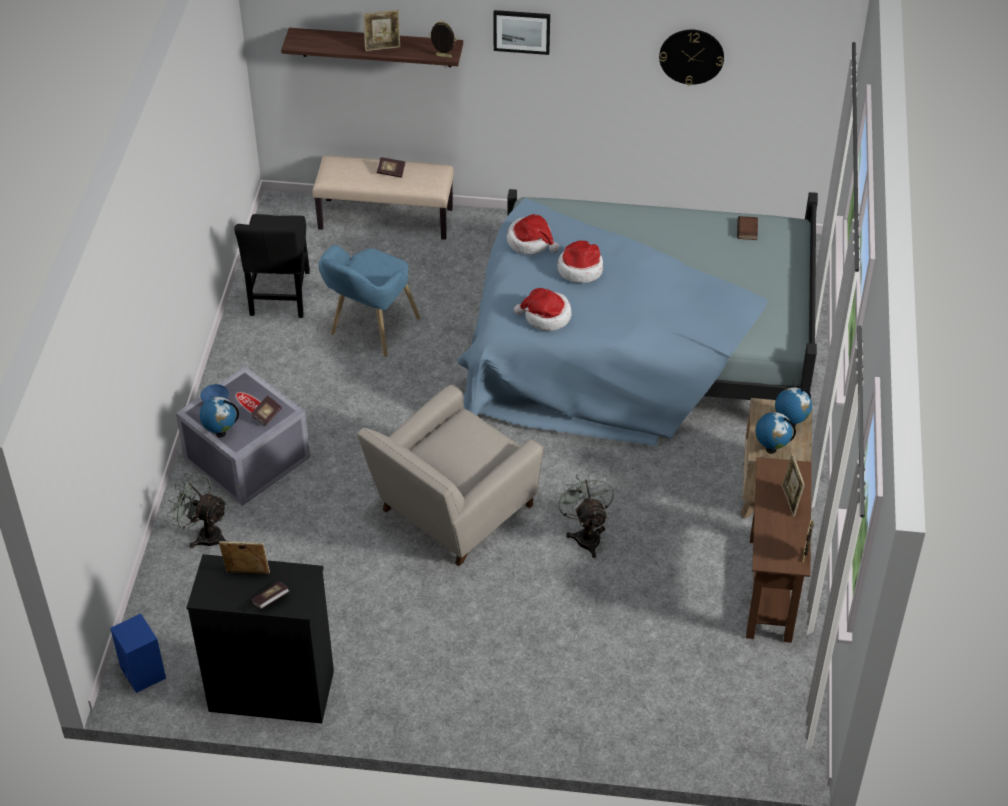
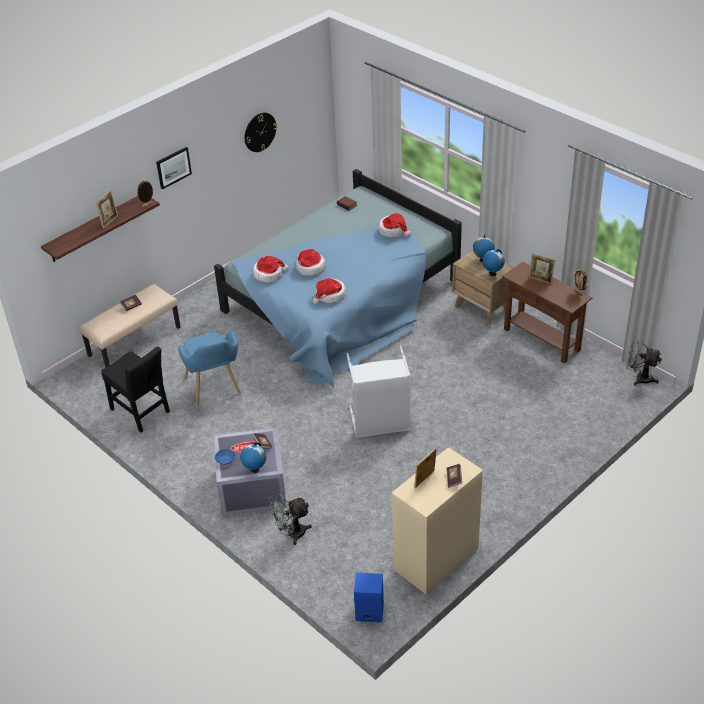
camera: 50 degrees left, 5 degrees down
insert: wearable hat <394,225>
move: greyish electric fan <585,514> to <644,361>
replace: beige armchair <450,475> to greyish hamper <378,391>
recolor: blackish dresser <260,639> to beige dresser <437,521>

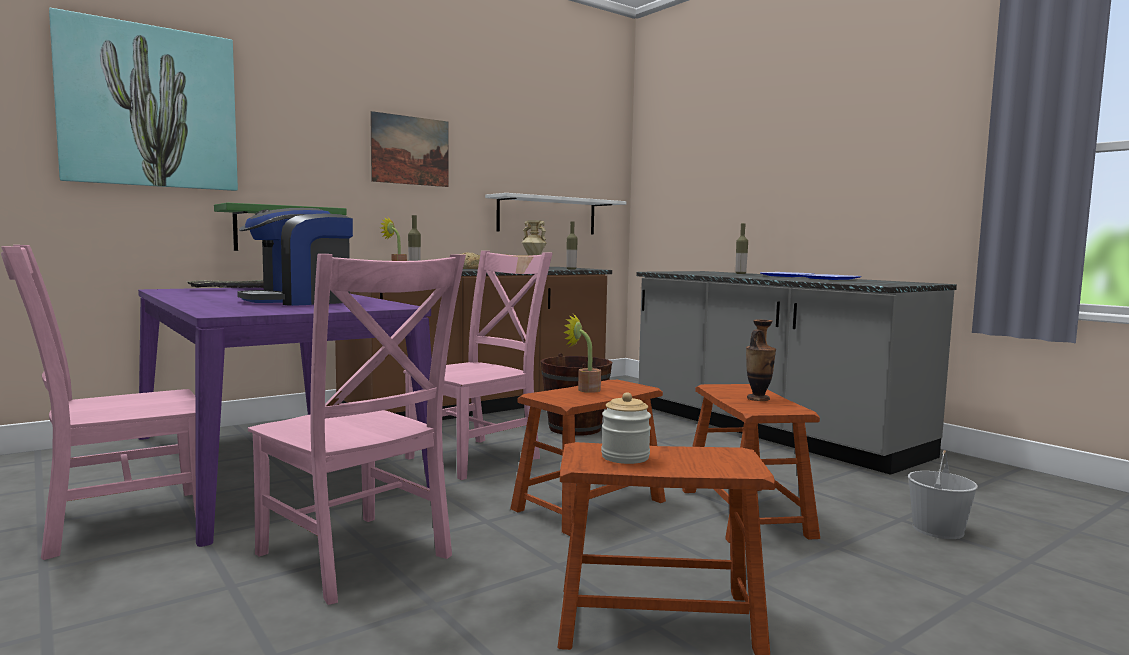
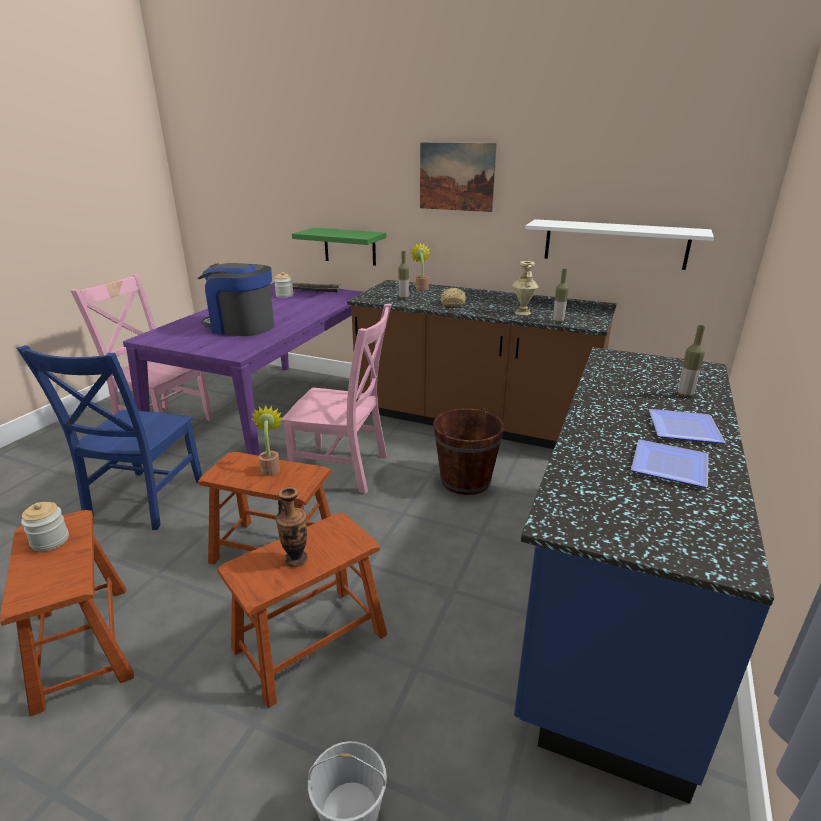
camera: 60 degrees right, 20 degrees up
delete: wall picture <143,99>
insert: storage jar <284,285>
recolor: pink-coloured plain chair <357,429> to bluish plain chair <109,437>; greyish counter <796,373> to bluish counter <644,575>

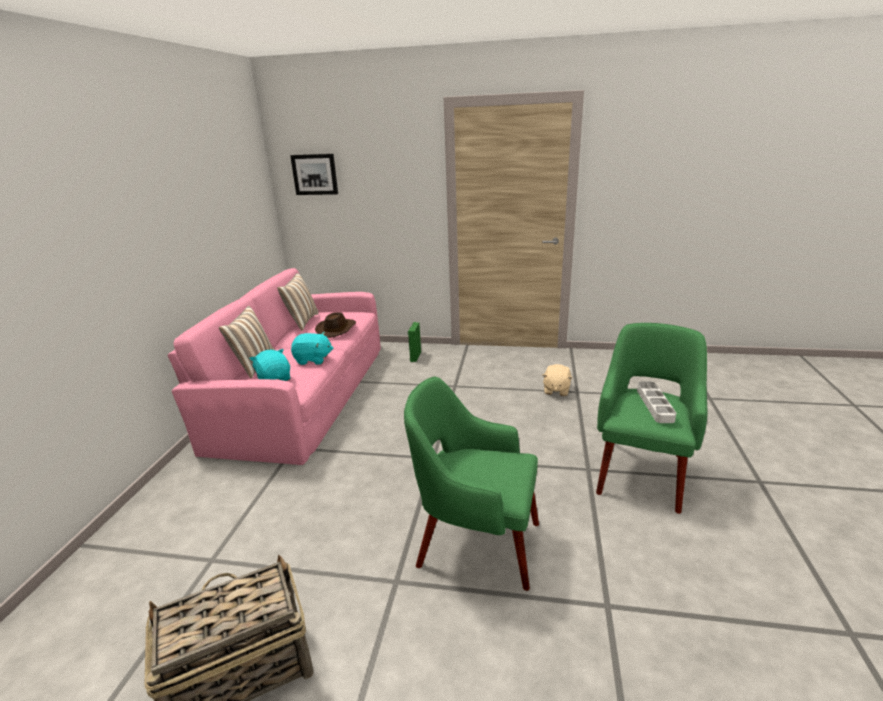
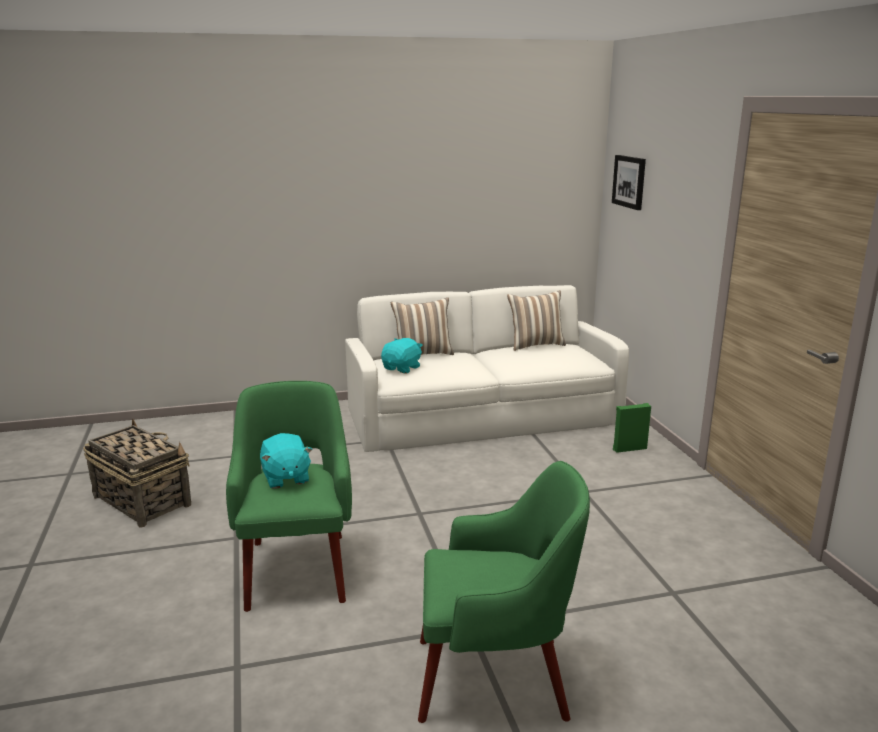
camera: 65 degrees right, 5 degrees down
delete: brown wearable hat <335,325>; beige cuddly toy <557,380>; greyish tray <656,402>
move: turquoise-coloured cuddly toy <312,348> to <286,461>
recolor: pink-coloured sofa <274,366> to white-coloured sofa <487,368>

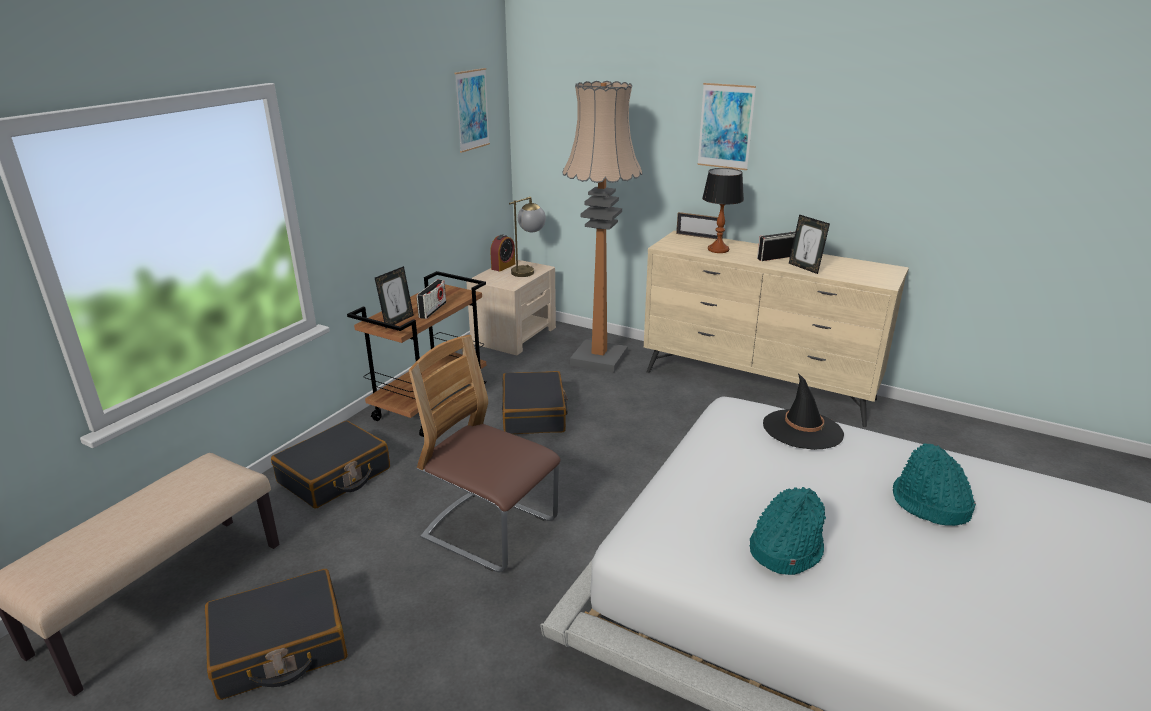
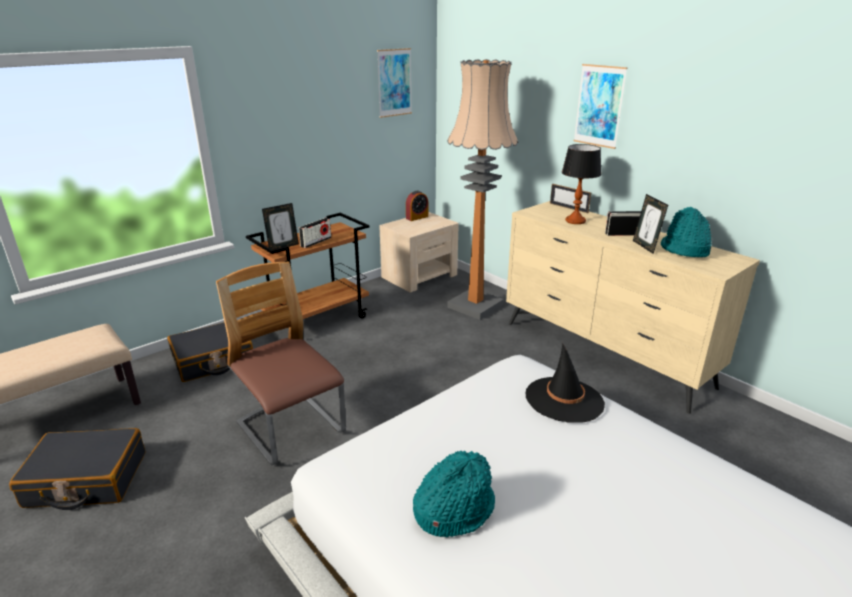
camera: 20 degrees right, 0 degrees up
delete: blackish travel case <535,402>; lamp for a table <527,237>
move: turquoise-coloured wearable hat <934,484> to <686,232>

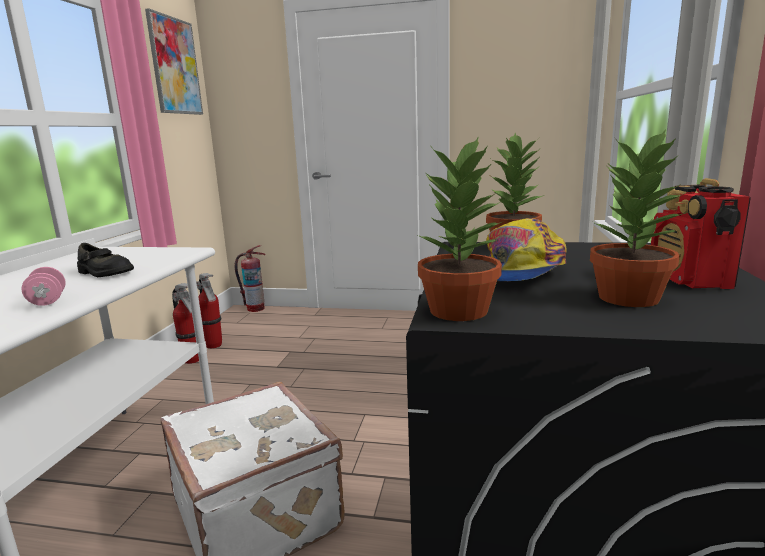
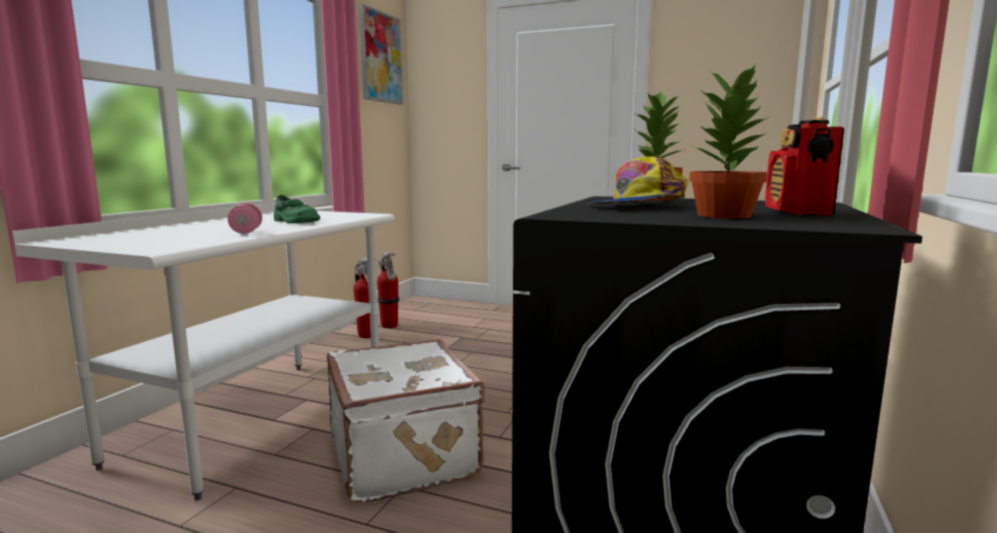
camera: 10 degrees right, 5 degrees down
delete: fire-fighting cylinder <249,278>; potted plant <461,228>
recolor: blackish shoe <105,260> to green shoe <297,209>

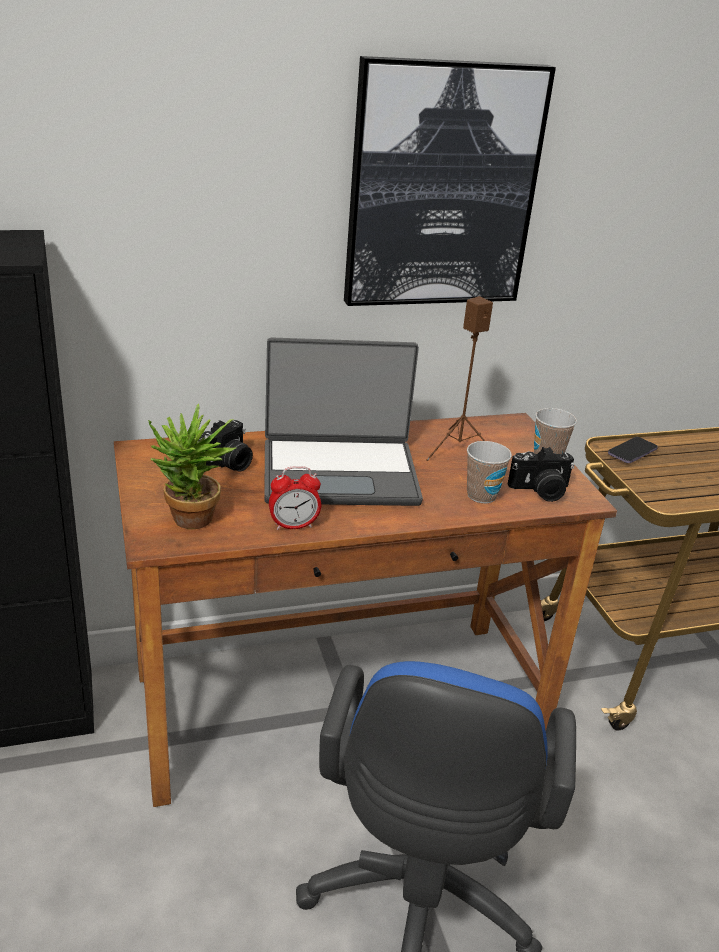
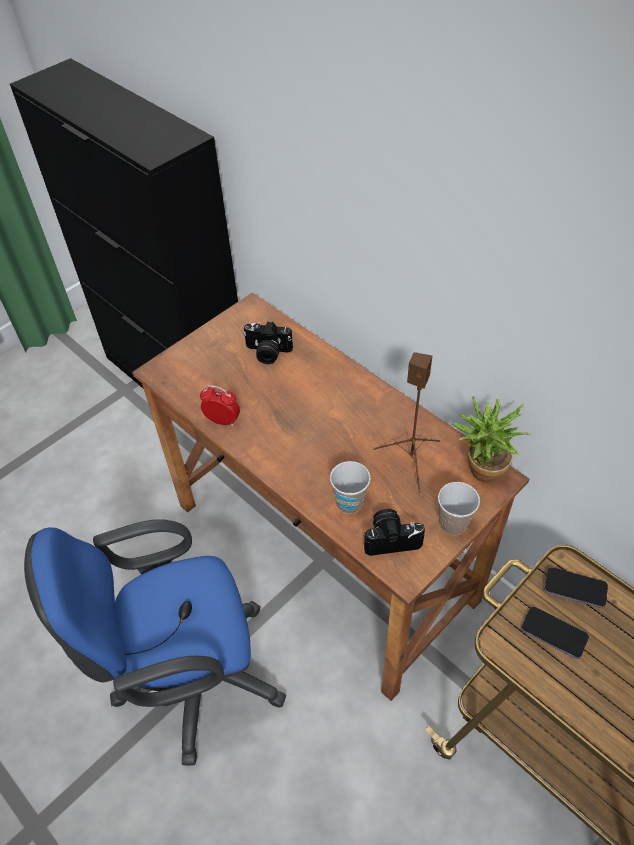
camera: 65 degrees right, 20 degrees up
delete: notebook computer <343,421>; wall picture <450,181>
insert: telephone <555,633>
move: potted plant <192,466> to <491,439>
rotate: alarm clock <295,498> = <220,406> 150 degrees clockwise; photo camera <541,474> = <394,532> 120 degrees clockwise

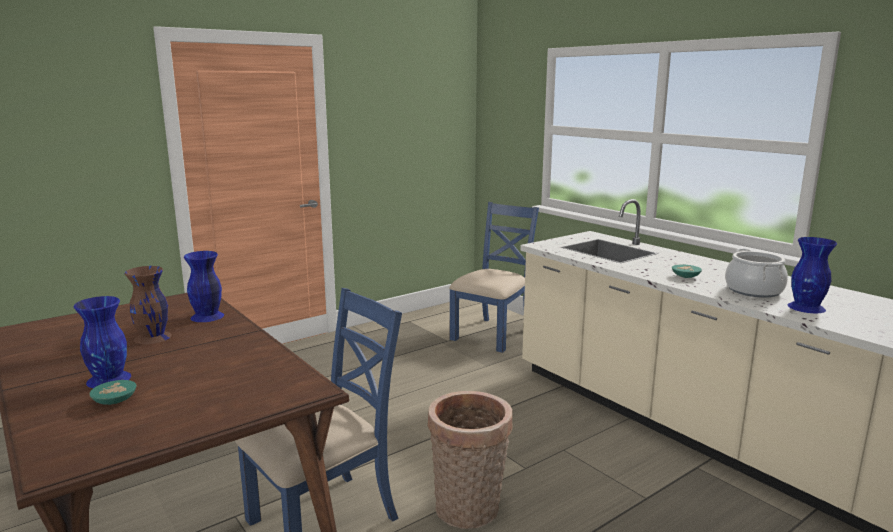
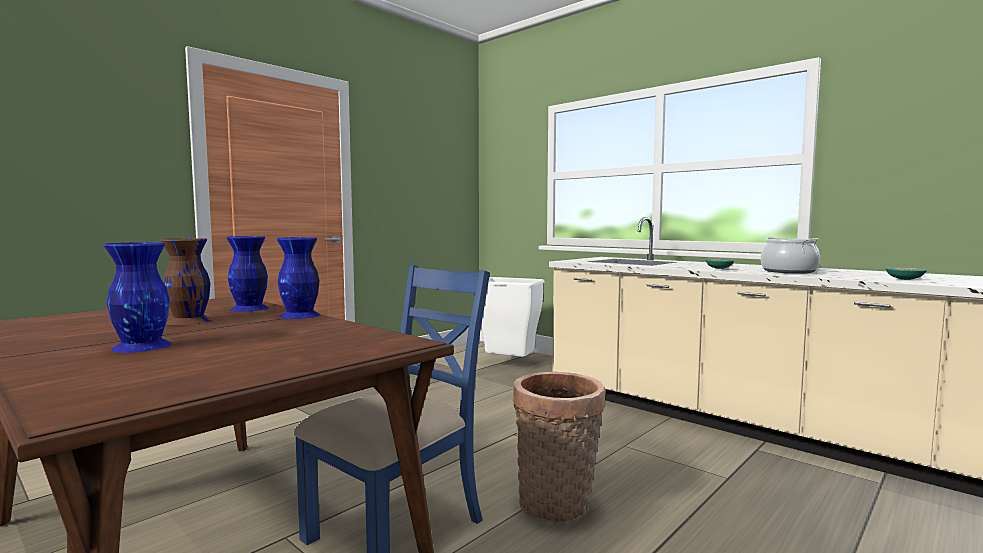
camera: 10 degrees left, 10 degrees down
move: bluish decorative vase <812,275> to <298,278>; turquoise-coloured bowl <112,392> to <906,274>
replace: bluish plain chair <494,277> to white-coloured rubbish bin <513,317>

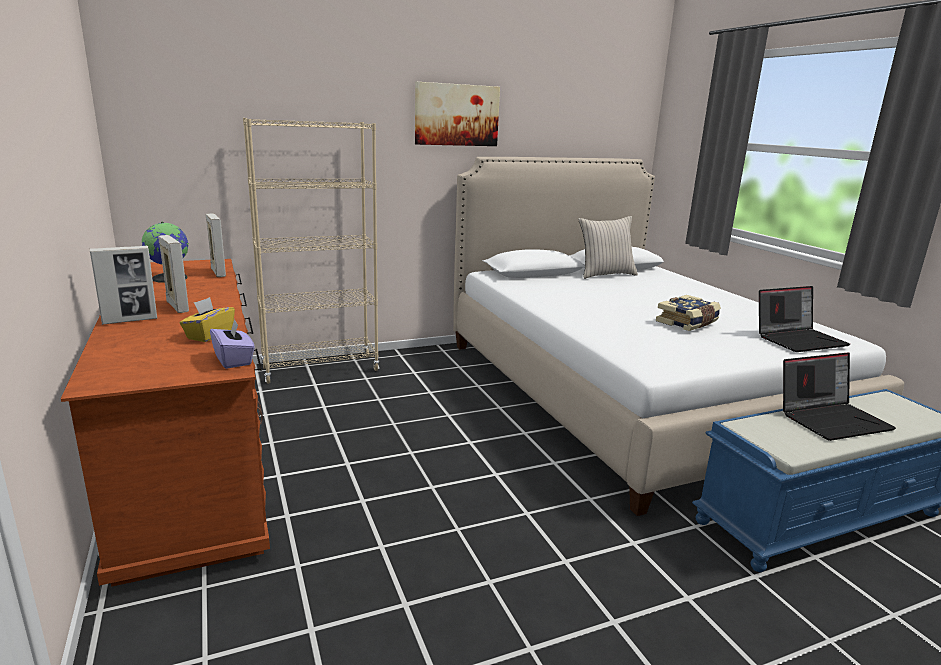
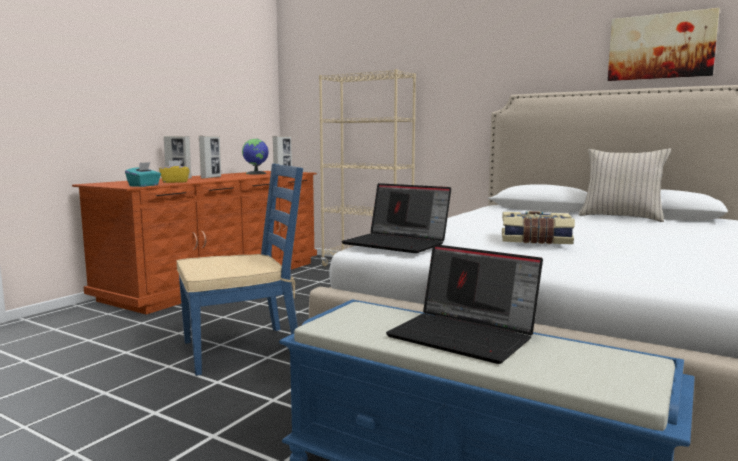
camera: 55 degrees right, 10 degrees down
insert: bluish plain chair <239,269>
move: notebook computer <804,319> to <396,218>; wall picture <457,114> to <664,44>
recolor: purple-coloured tissue holder <232,344> to turquoise-coloured tissue holder <143,174>

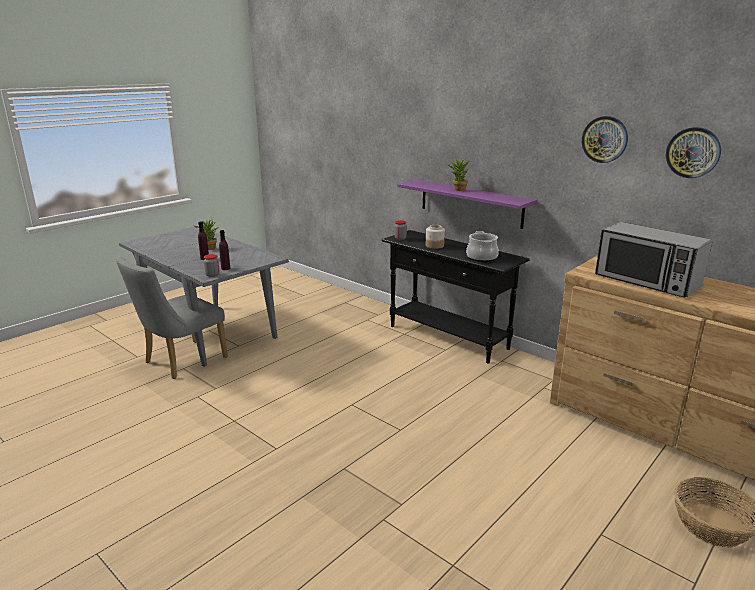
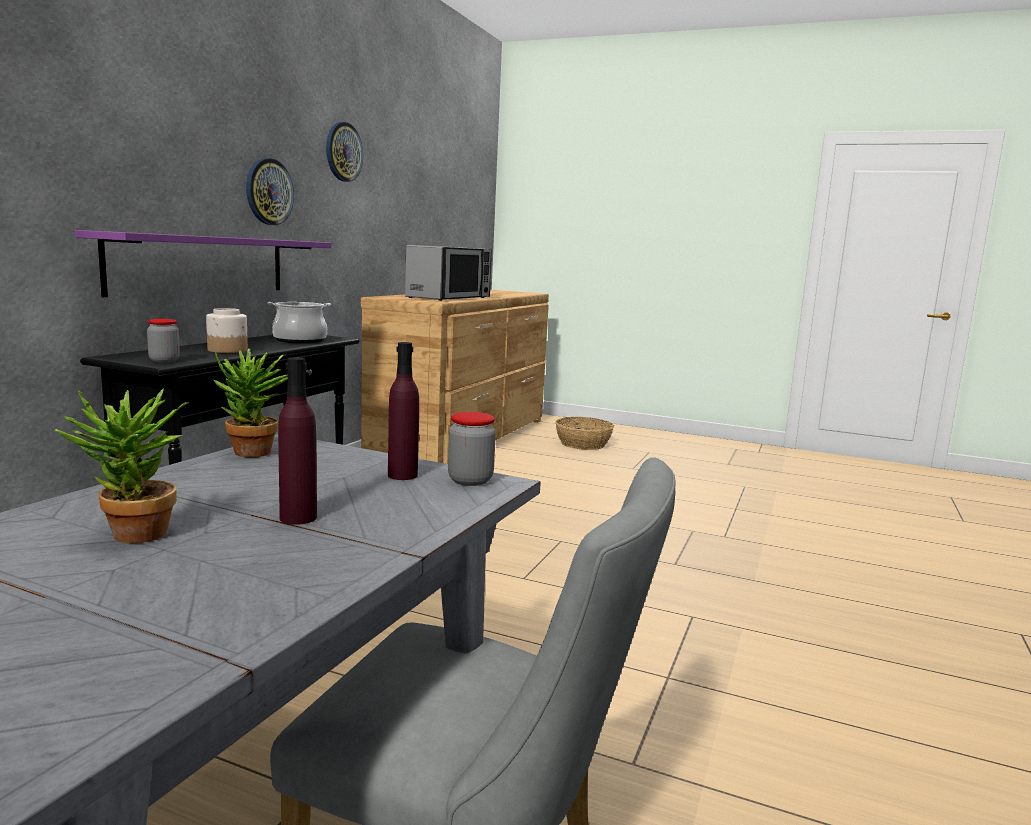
camera: 110 degrees left, 10 degrees down
move: potted plant <458,175> to <250,403>; wall clock <693,152> to <270,191>

